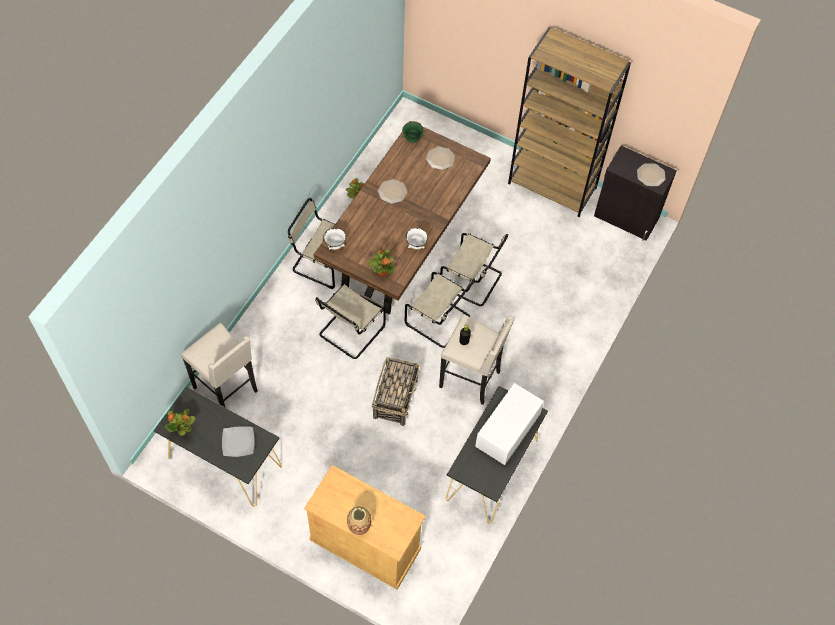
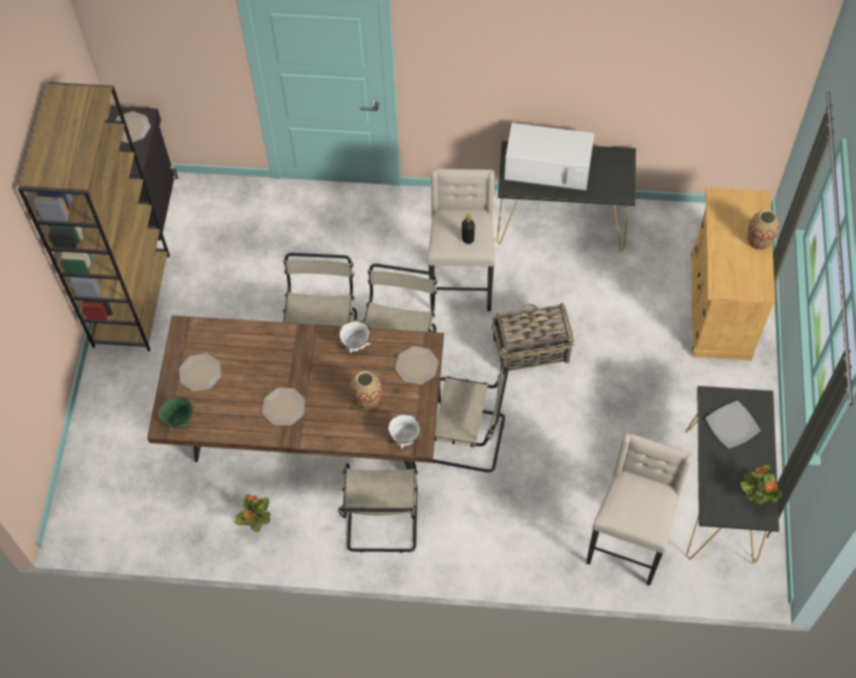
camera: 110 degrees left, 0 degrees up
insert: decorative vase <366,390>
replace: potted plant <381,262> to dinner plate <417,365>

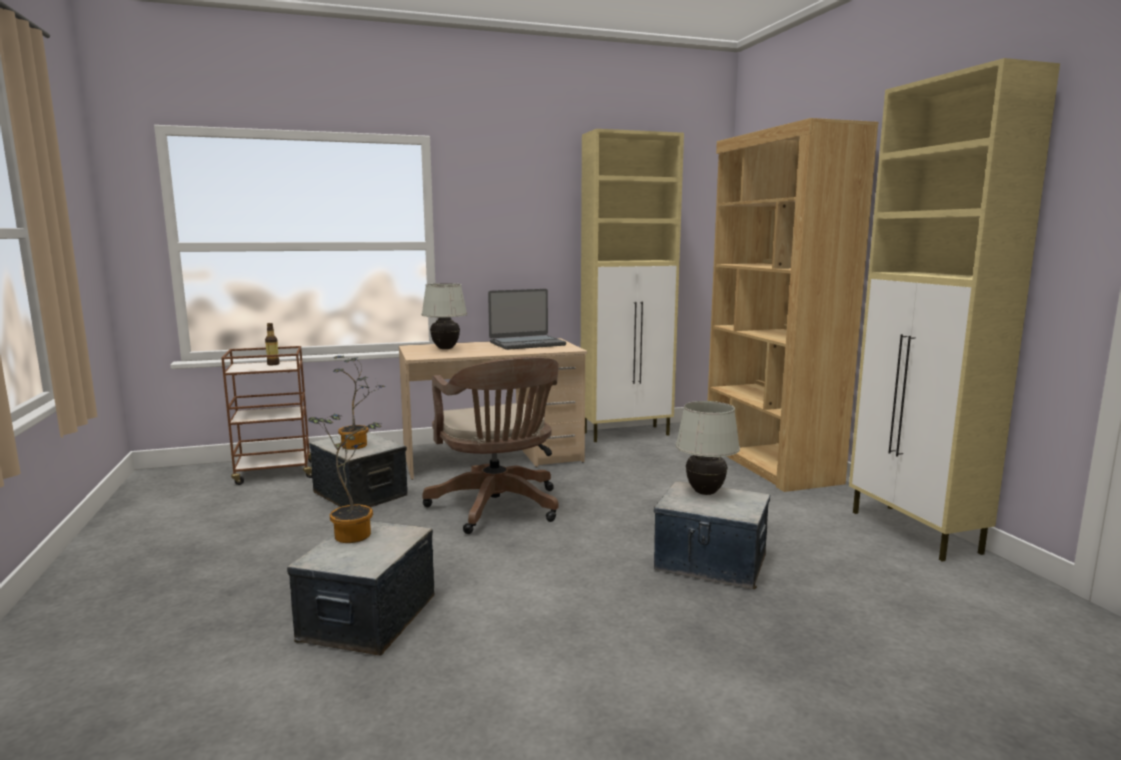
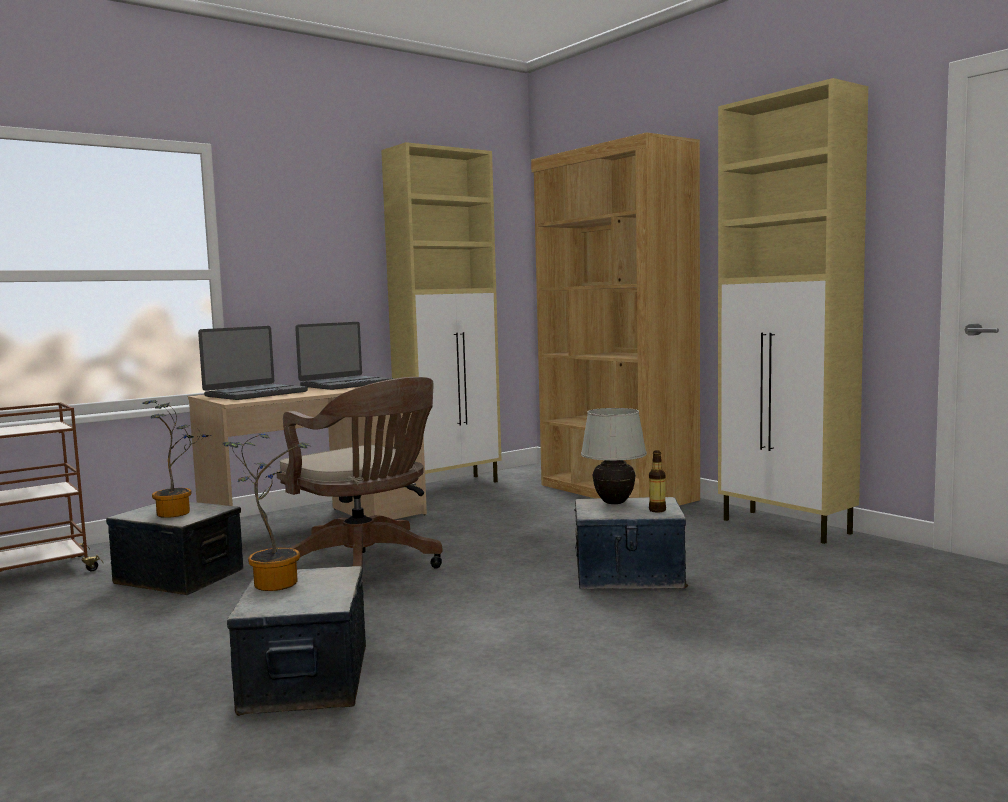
camera: 20 degrees left, 5 degrees down
move: bottle <272,344> to <657,481>
replace: white-coloured lamp for a table <444,316> to notebook computer <253,363>

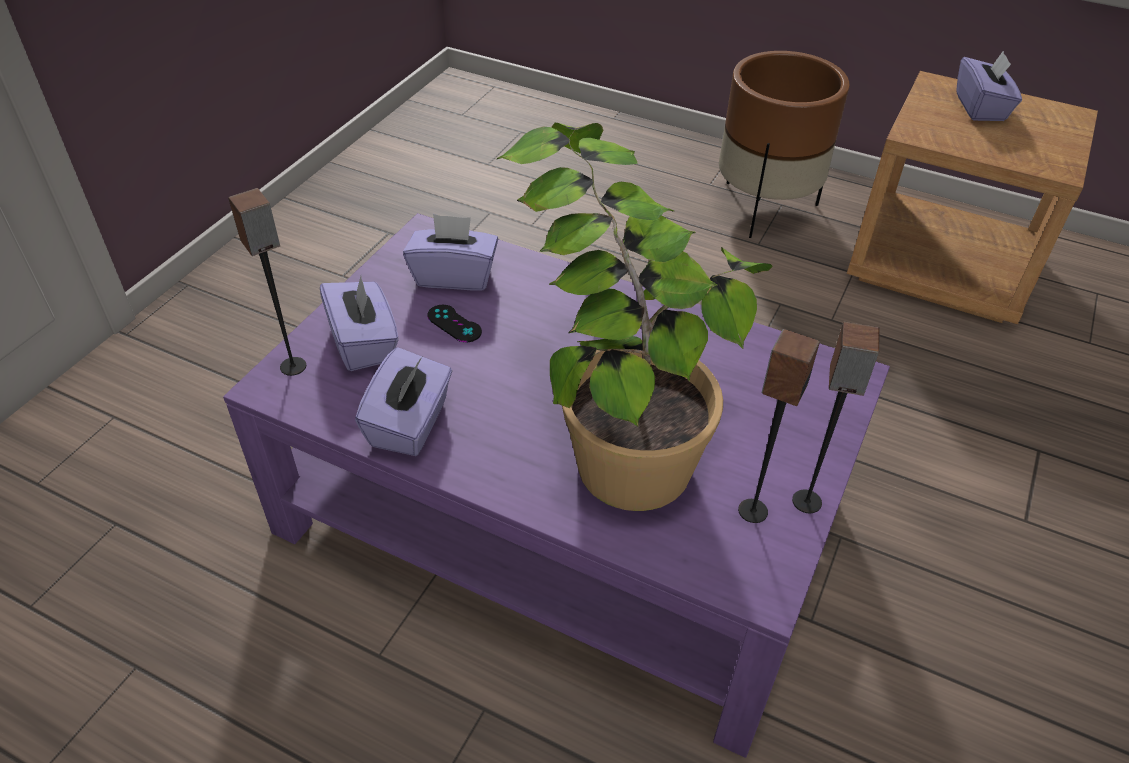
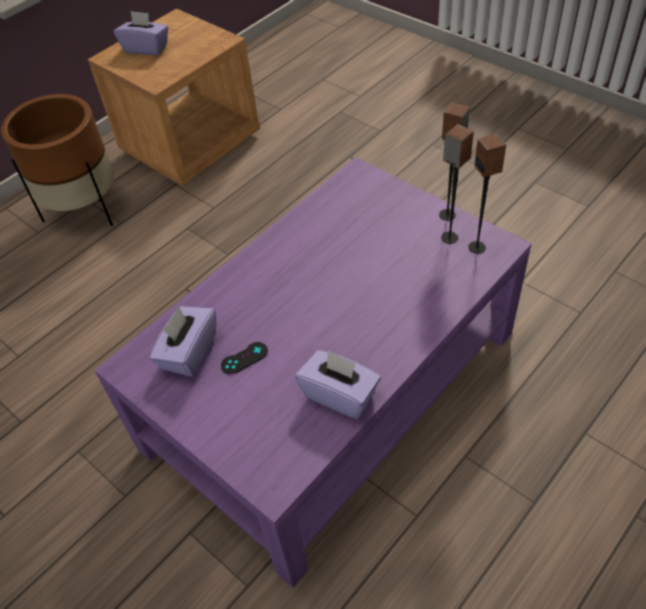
camera: 70 degrees left, 5 degrees up
delete: purple-coloured tissue holder <359,323>; potted plant <635,317>
move: loudspeaker <267,282> to <487,194>

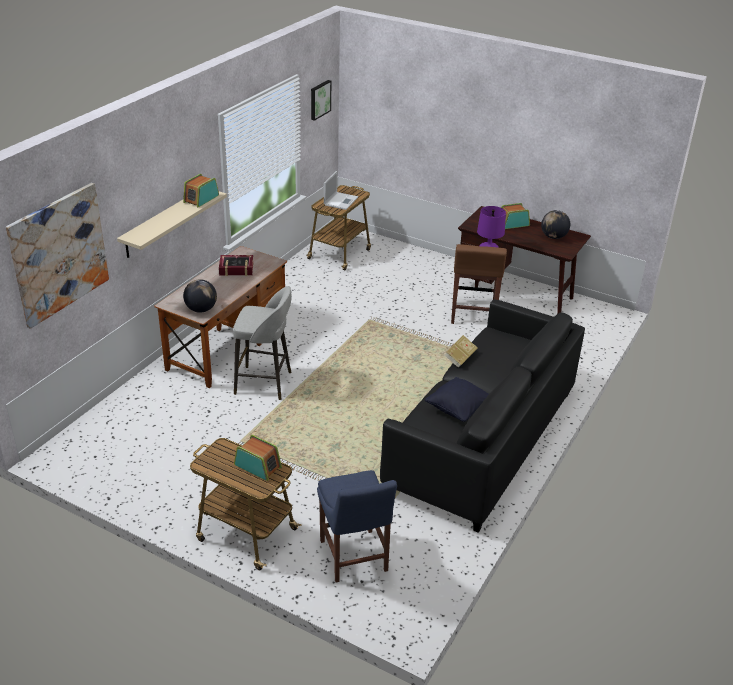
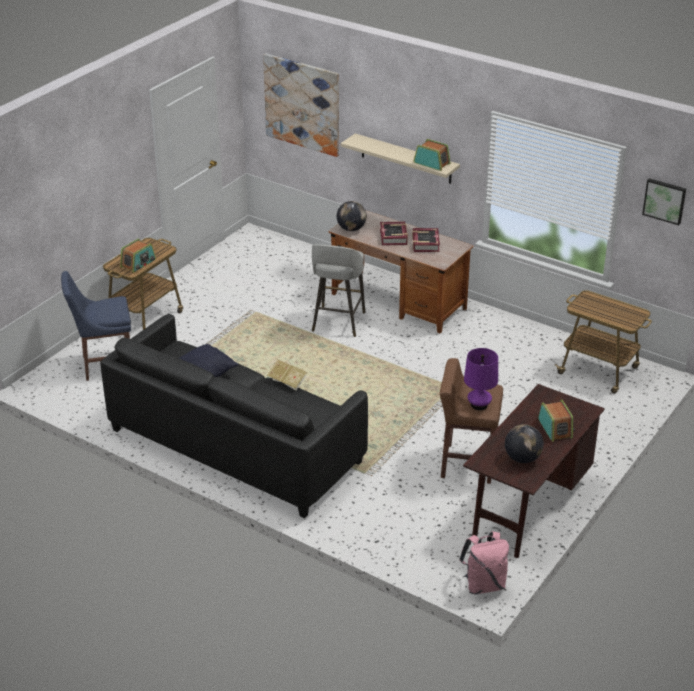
camera: 95 degrees right, 0 degrees up
delete: notebook computer <341,190>
insert: book <394,234>; pink-coloured rucksack <484,563>

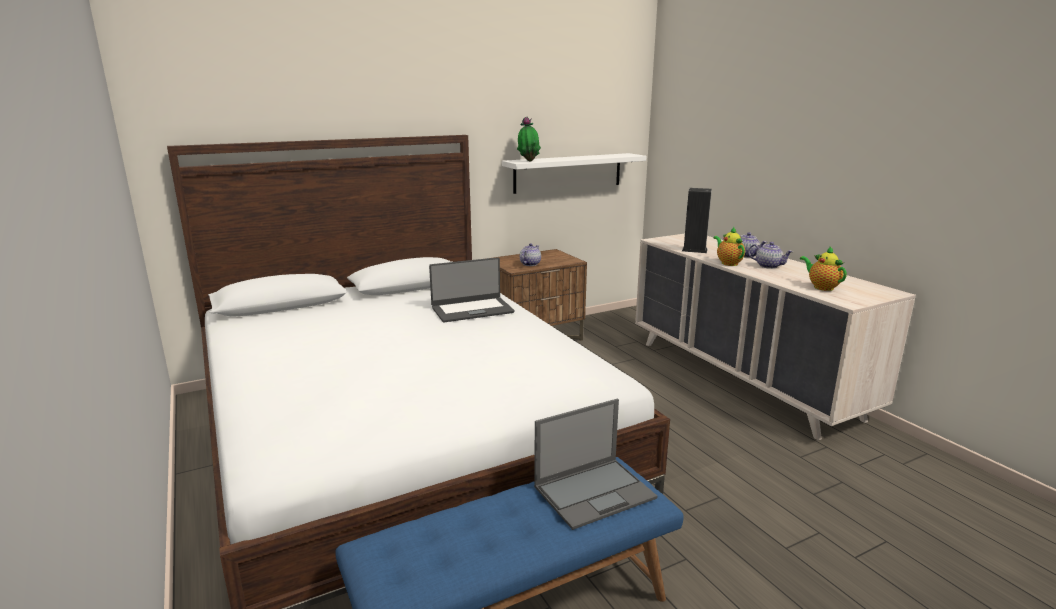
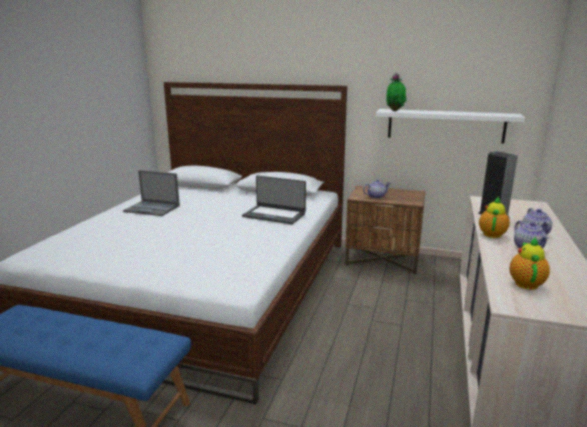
camera: 45 degrees right, 0 degrees up
move: notebook computer <595,464> to <151,193>

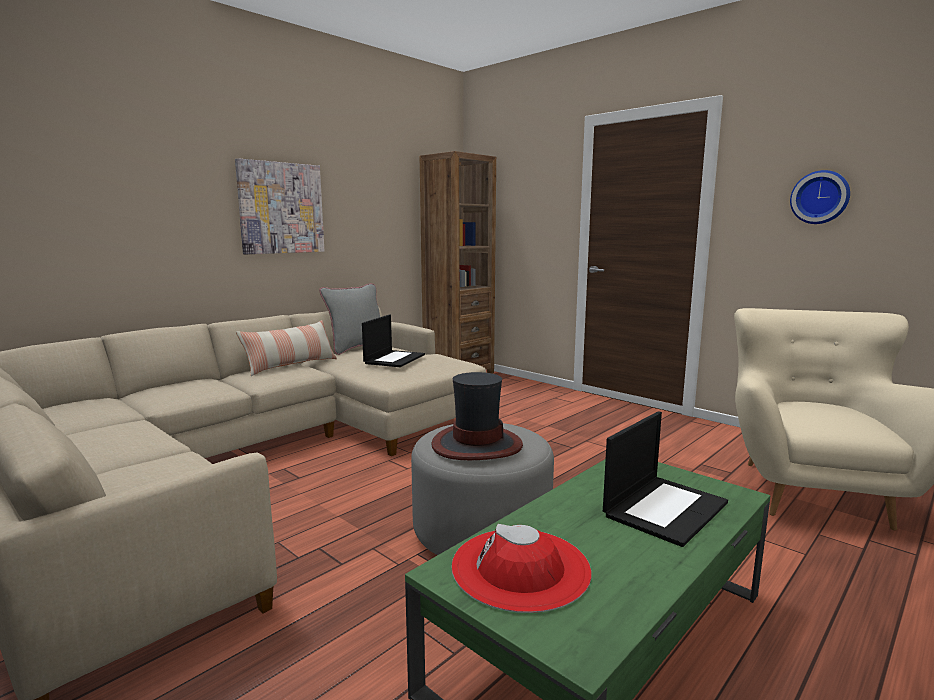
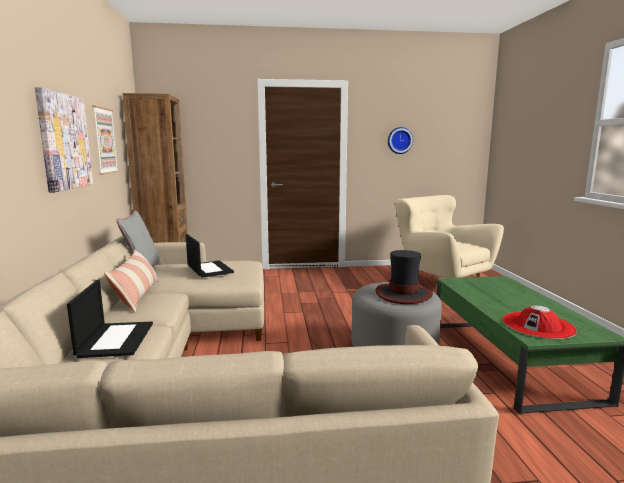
camera: 50 degrees left, 0 degrees up
insert: wall picture <105,140>
move: notebook computer <665,479> to <110,319>

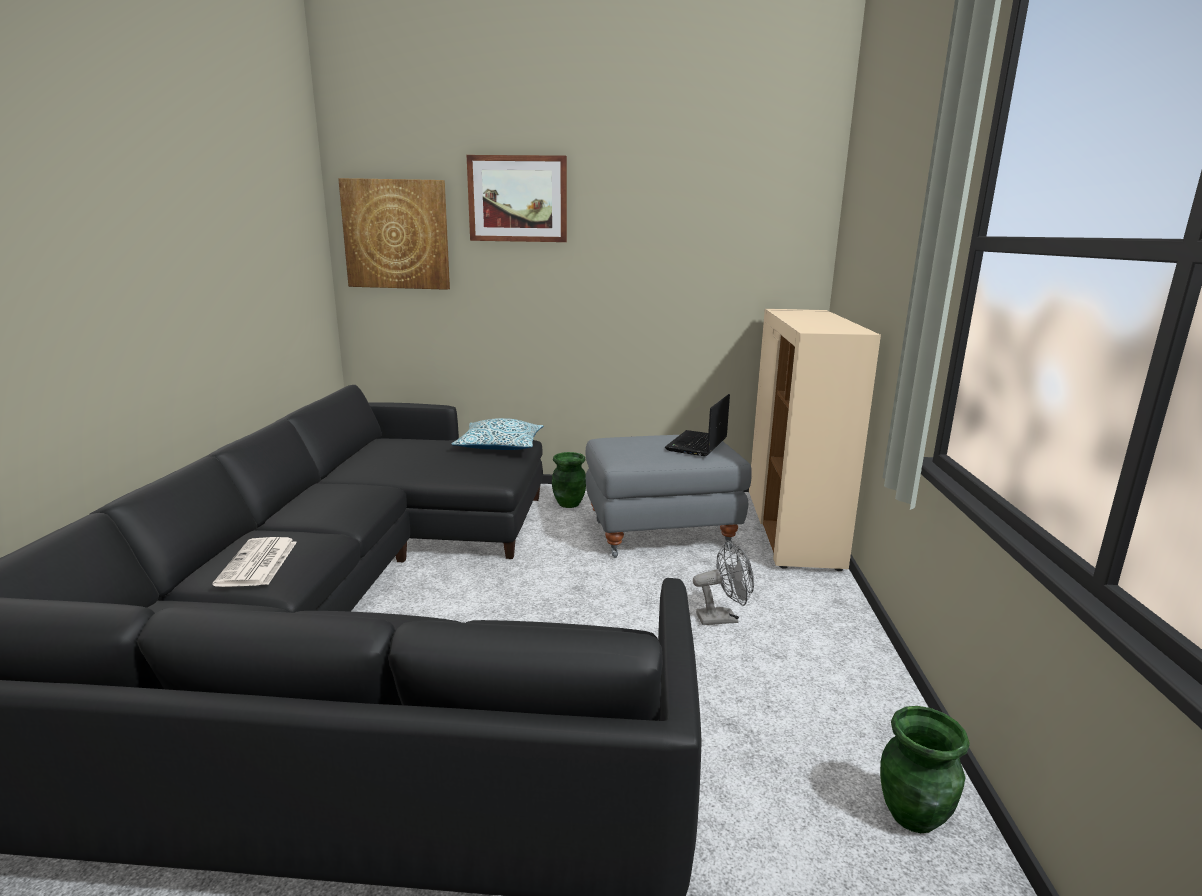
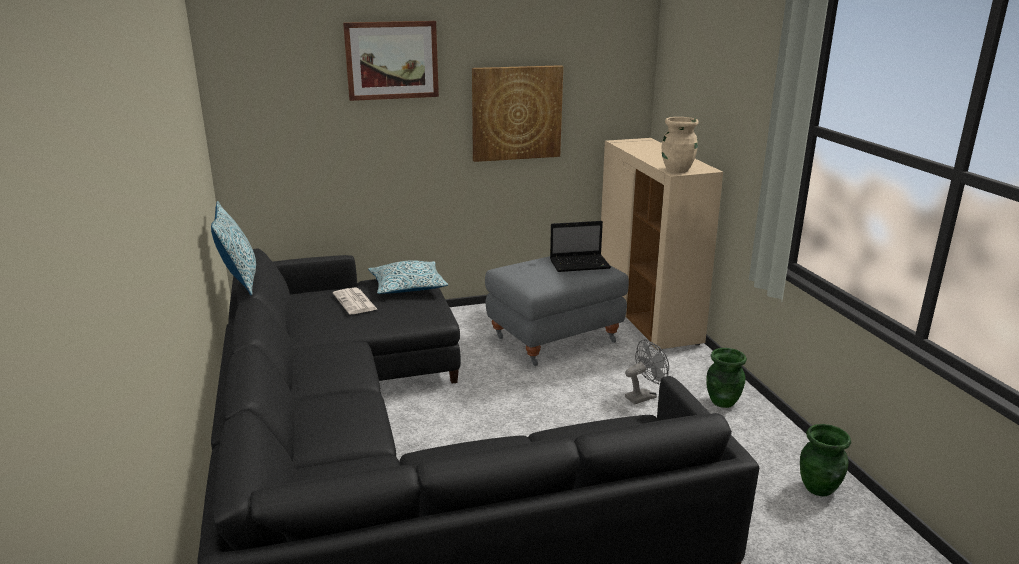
camera: 20 degrees left, 5 degrees up
insert: pillow <233,248>; beige decorative vase <680,145>
move: newspaper <255,562> to <355,300>; wall picture <394,234> to <517,113>; green decorative vase <569,480> to <726,378>
rotate: notebook computer <697,425> = <580,246> 105 degrees counterclockwise

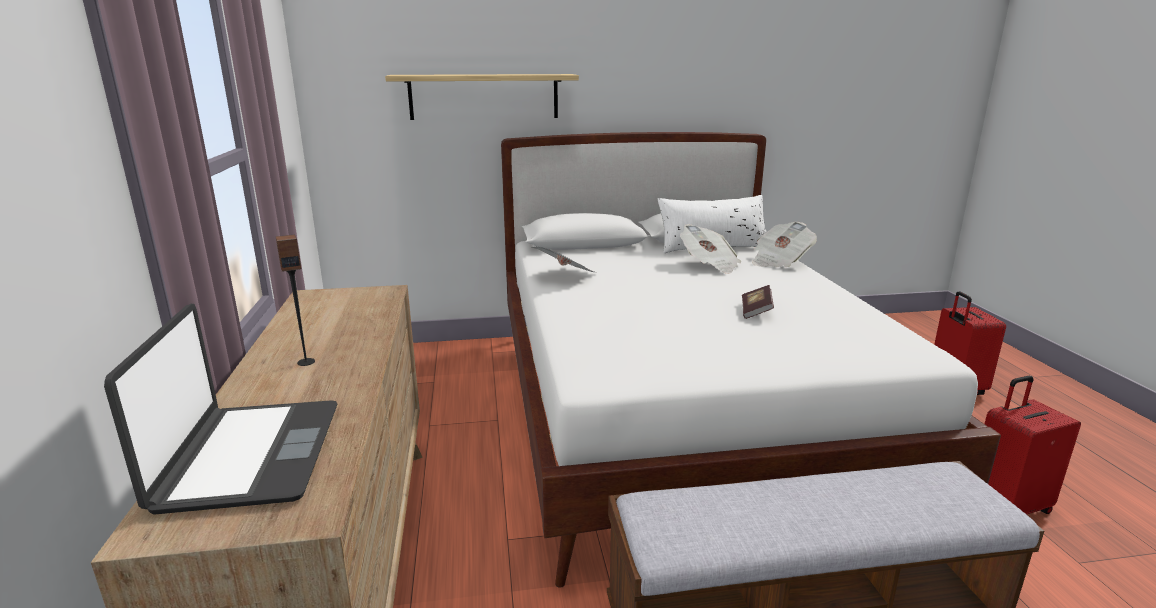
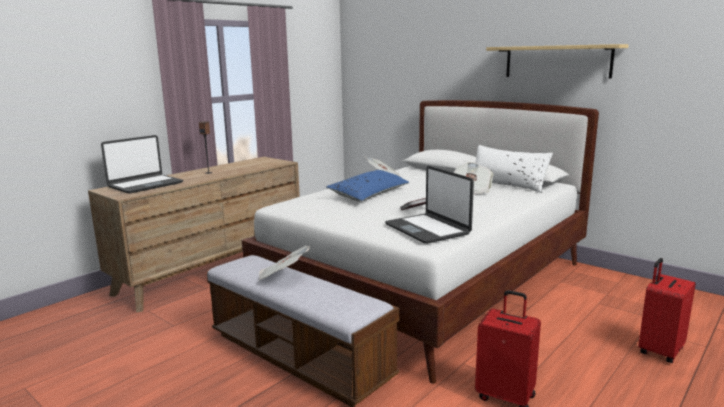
camera: 50 degrees right, 5 degrees down
insert: bluish pillow <367,185>; notebook computer <429,205>
move: newspaper <784,244> to <284,263>; shelf <482,97> to <557,61>

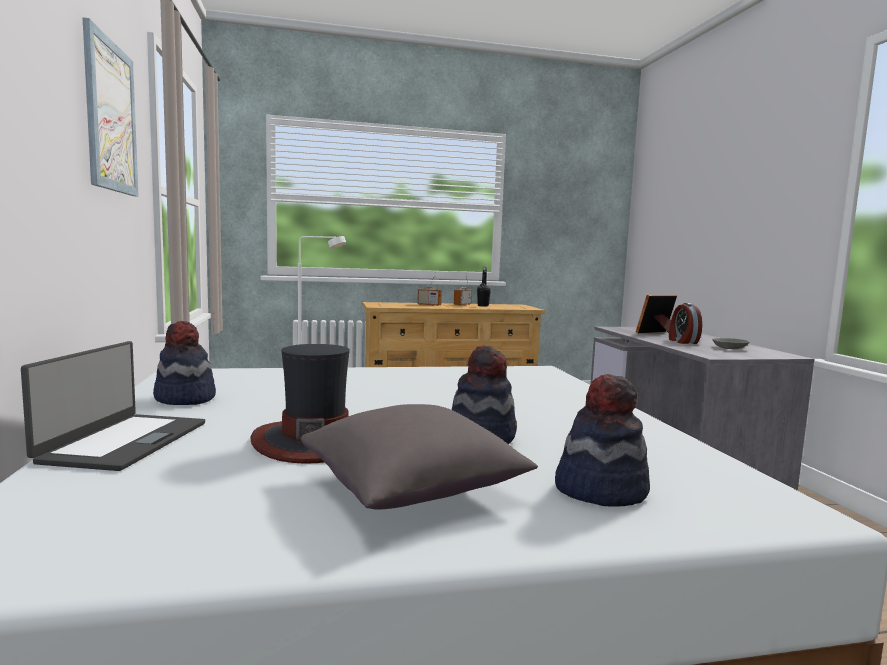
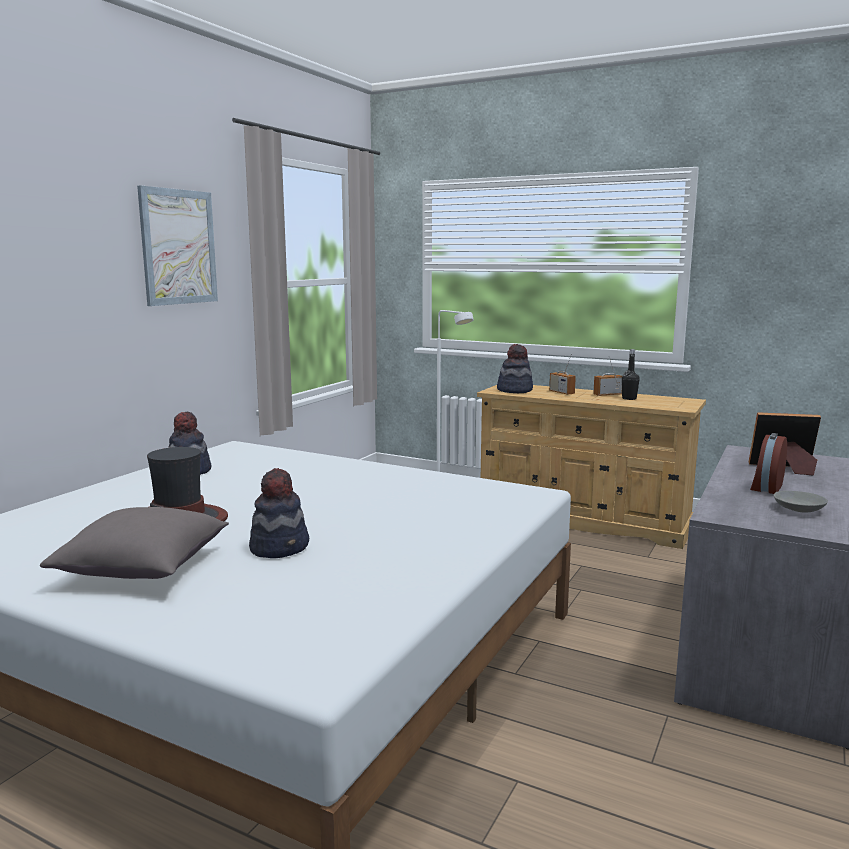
camera: 40 degrees right, 5 degrees up
delete: notebook computer <113,406>
move: wearable hat <602,440> to <515,368>

